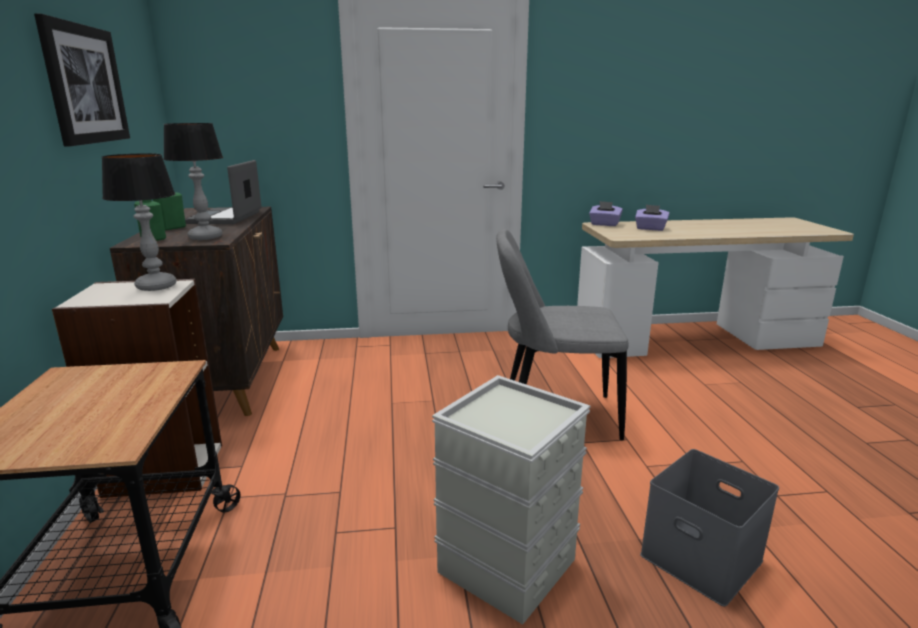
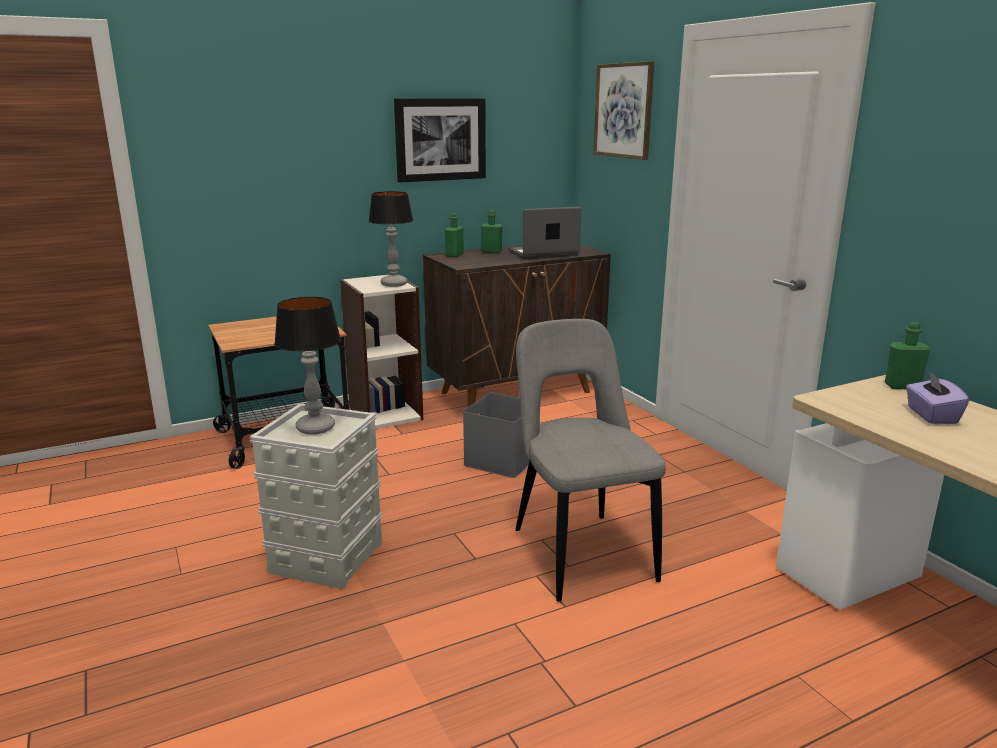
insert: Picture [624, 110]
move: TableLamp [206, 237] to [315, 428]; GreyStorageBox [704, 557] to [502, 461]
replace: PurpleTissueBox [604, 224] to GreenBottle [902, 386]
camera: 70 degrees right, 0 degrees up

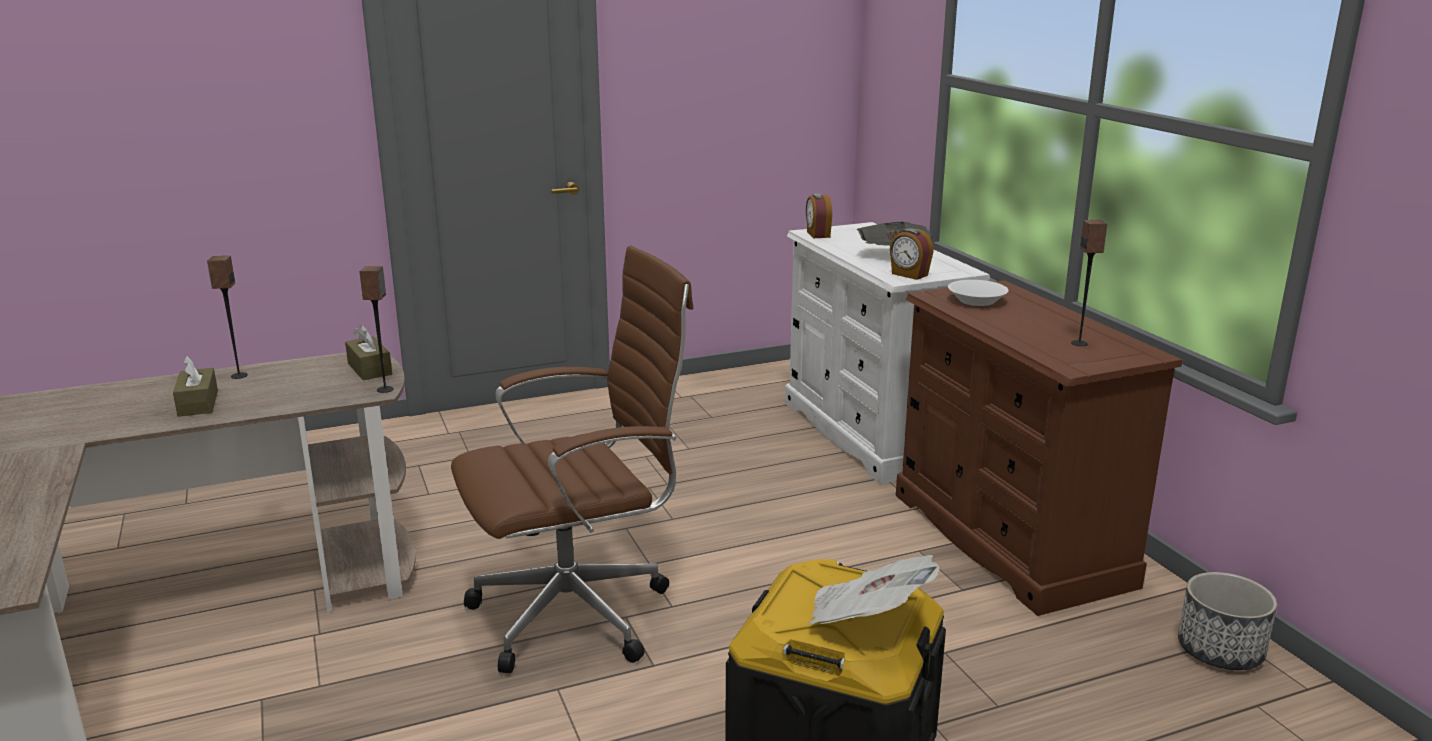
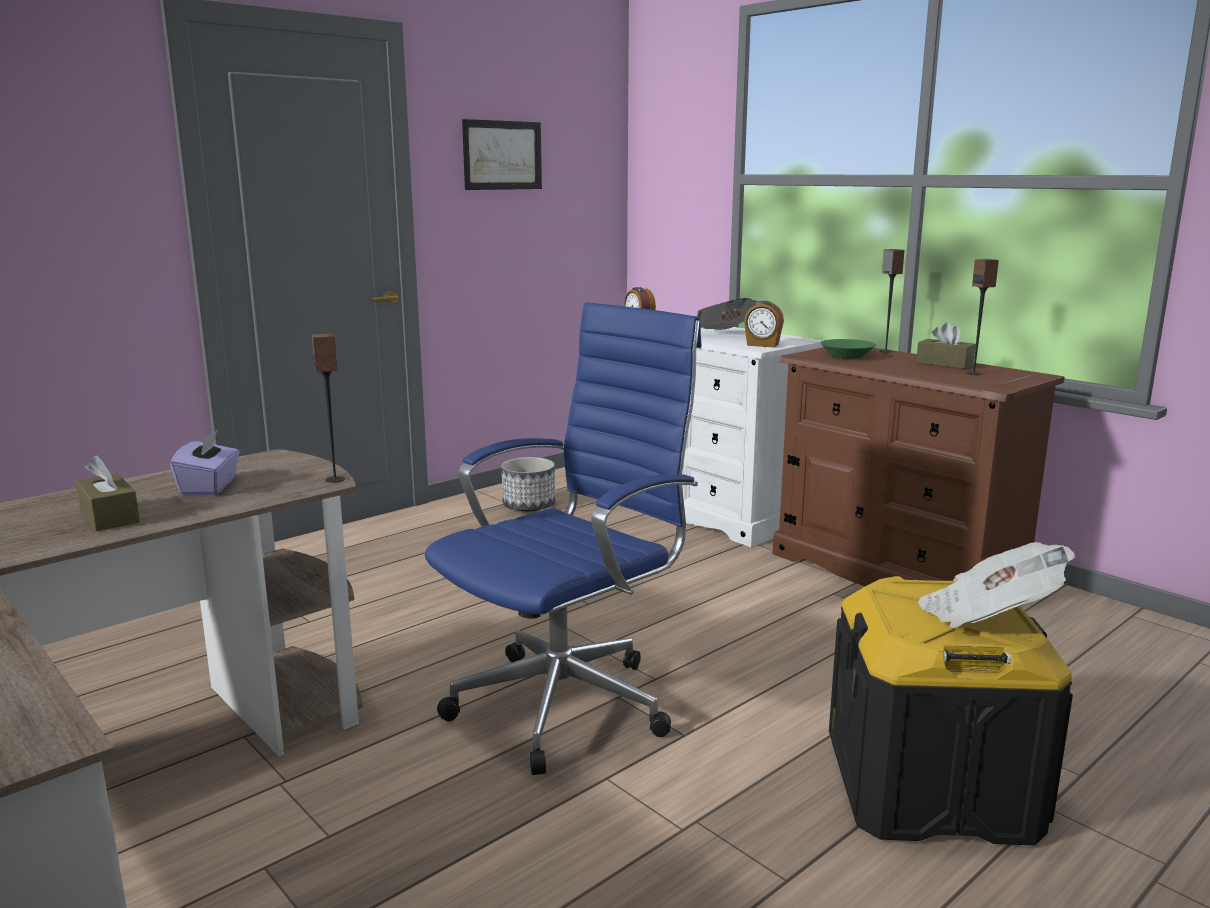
insert: Picture [502, 155]; PurpleTissueBox [210, 487]
move: Speaker [238, 376] to [885, 351]; BrownTissueBox [369, 369] to [944, 364]; Planter [1219, 650] to [529, 505]
recolor: BrownOfficeChair [580, 613] to BlueOfficeChair [569, 702]; WhiteBowl [977, 301] to GreenBowl [847, 356]
camera: 20 degrees left, 5 degrees down

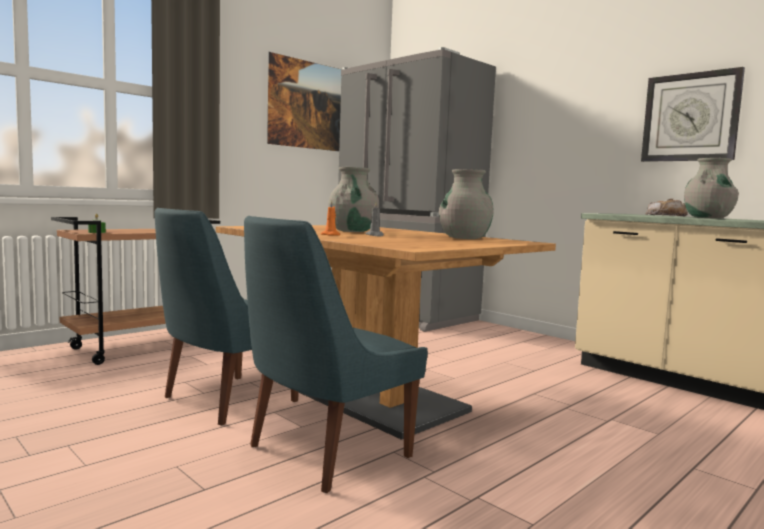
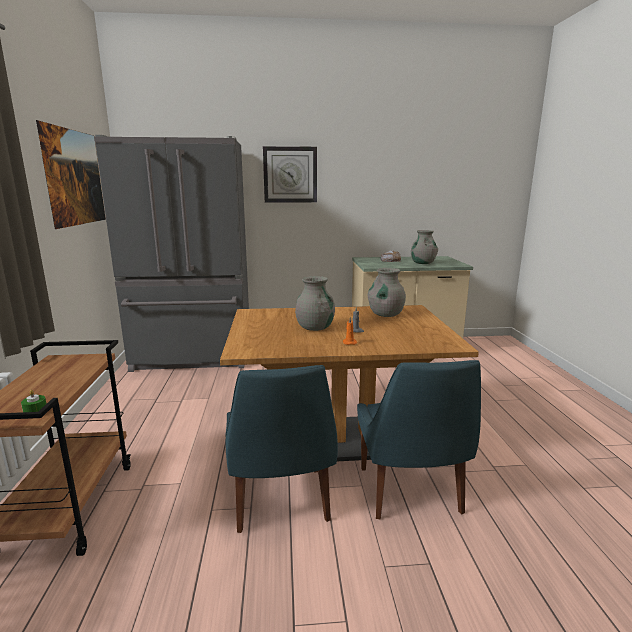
move: WallClock [690, 117] to [290, 175]
camera: 50 degrees left, 10 degrees up

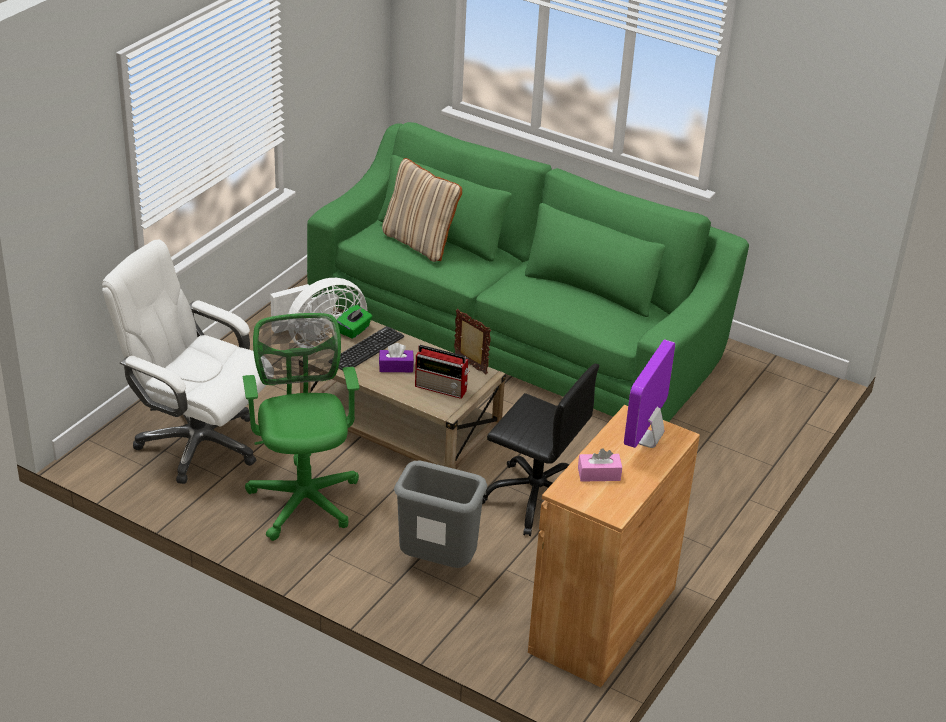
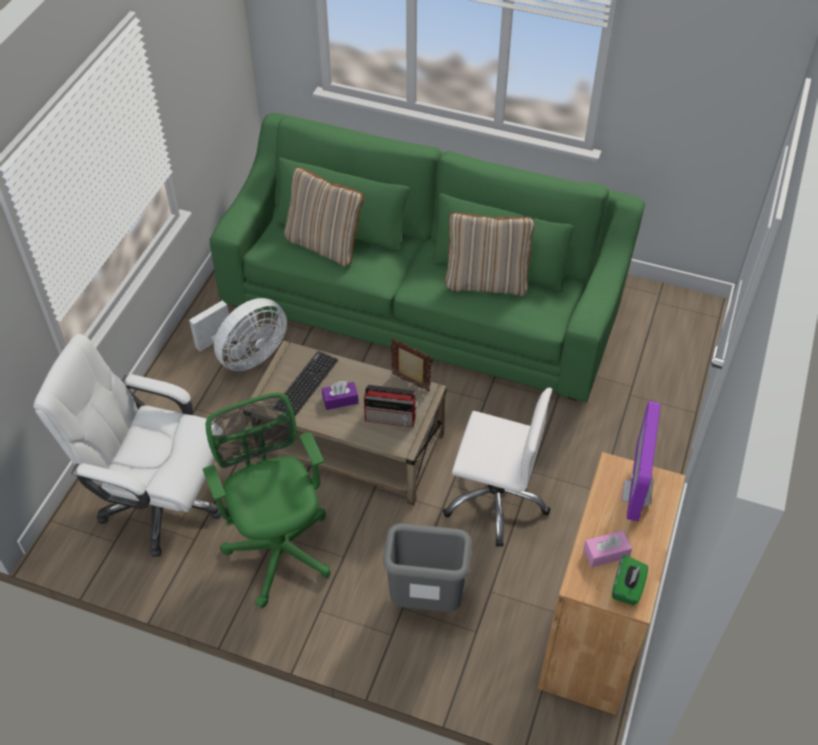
insert: BeigePillow [486, 282]
move: GreenTissueBox [354, 330] to [627, 588]
recolor: BlackOfficeChair [536, 498] to WhiteOfficeChair [495, 499]
camera: 10 degrees left, 15 degrees up

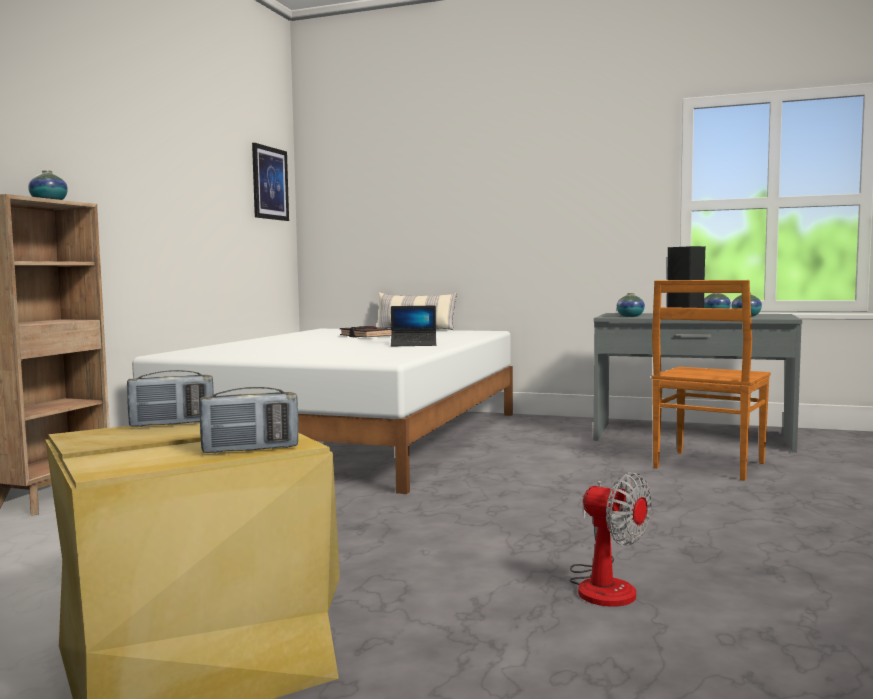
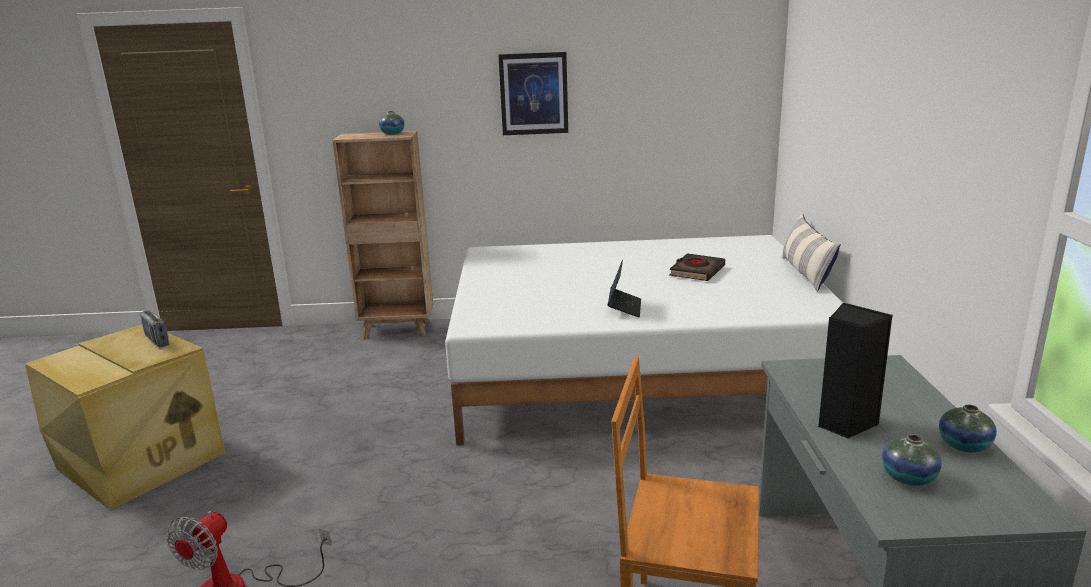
delete: Vase [630, 316]; Radio [250, 449]
move: Picture [269, 183] to [534, 94]
rotate: Laptop [413, 344] = [624, 307] 150 degrees counterclockwise
camera: 70 degrees right, 15 degrees up

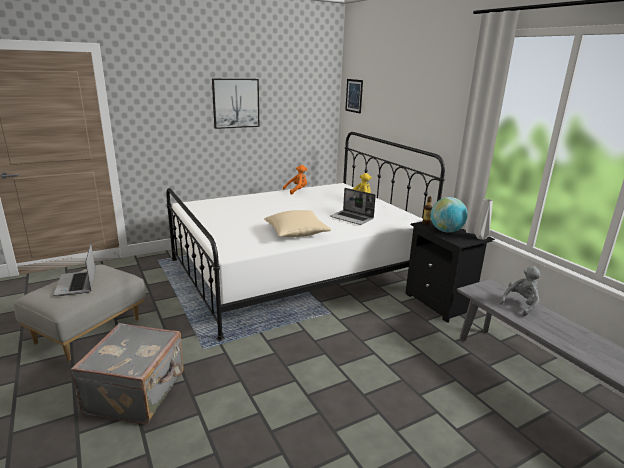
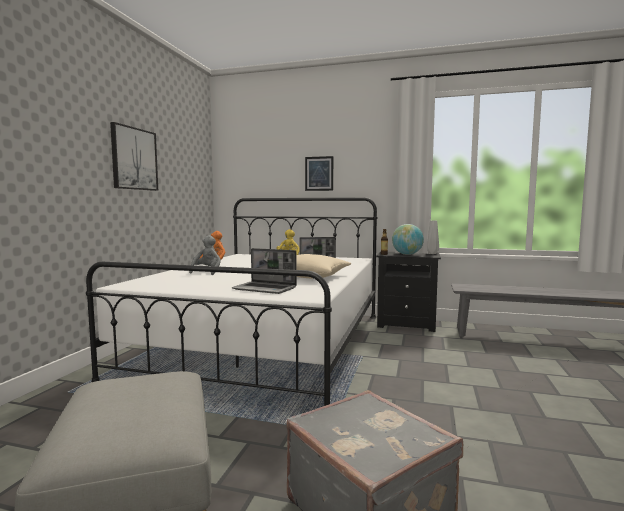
move: Picture [354, 96] to [319, 173]; Laptop [77, 284] to [265, 289]; GreyPlushToy [520, 305] to [207, 272]
camera: 45 degrees left, 15 degrees down

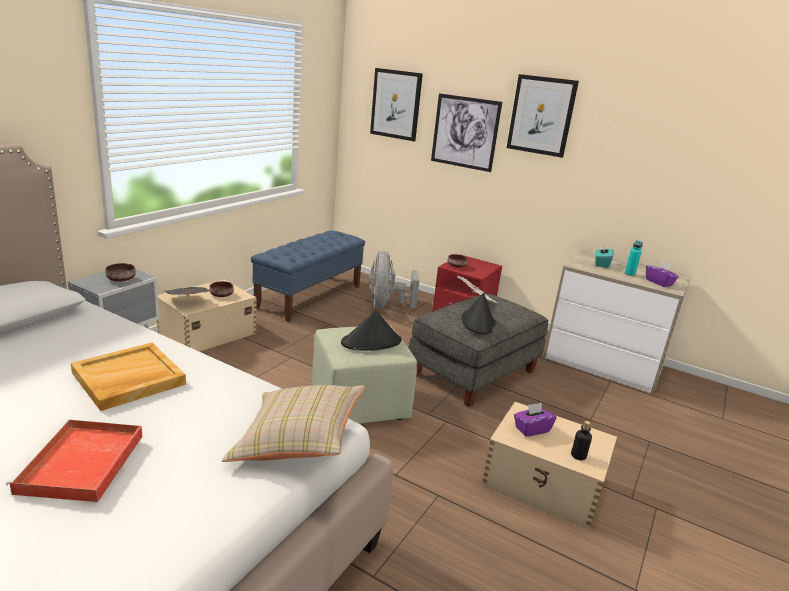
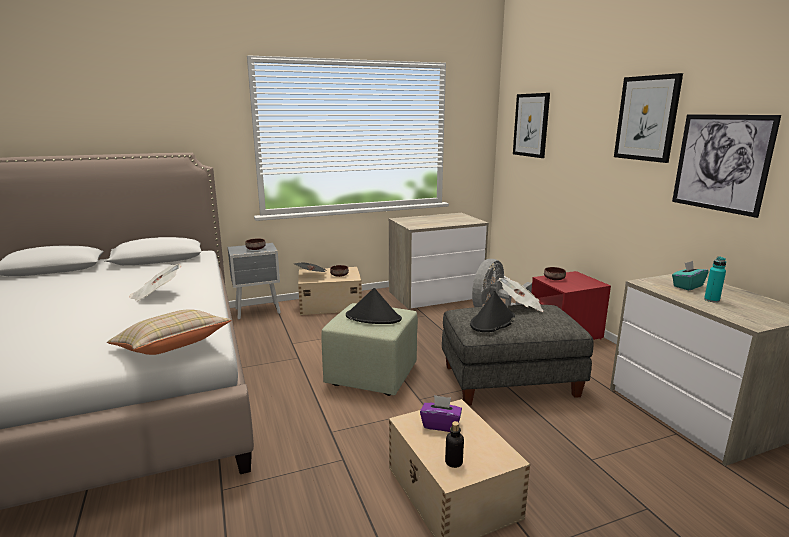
delete: PurpleTissueBox [659, 282]; RedTray [81, 465]
move: Picture [465, 132] to [721, 163]
replace: BlueBench [310, 297] to Dresser [435, 294]; BeigeTray [128, 379] to Newspaper [156, 295]
camera: 40 degrees right, 5 degrees down

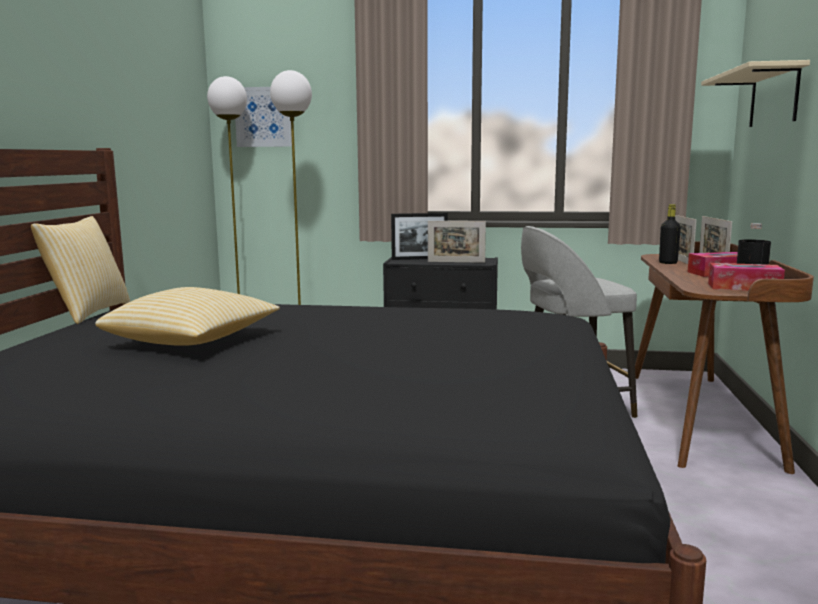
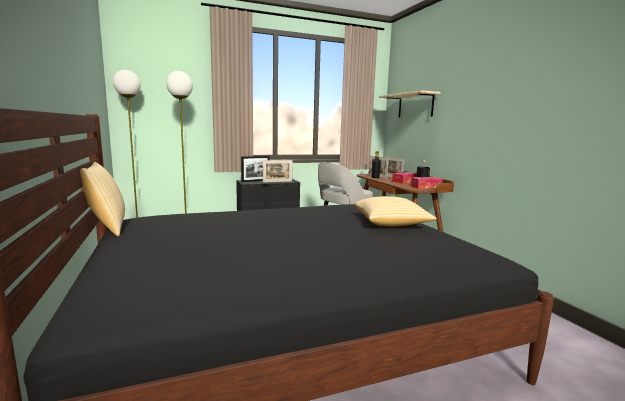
delete: Picture [264, 117]
move: Pillow [192, 341] to [391, 223]
camera: 30 degrees left, 0 degrees up

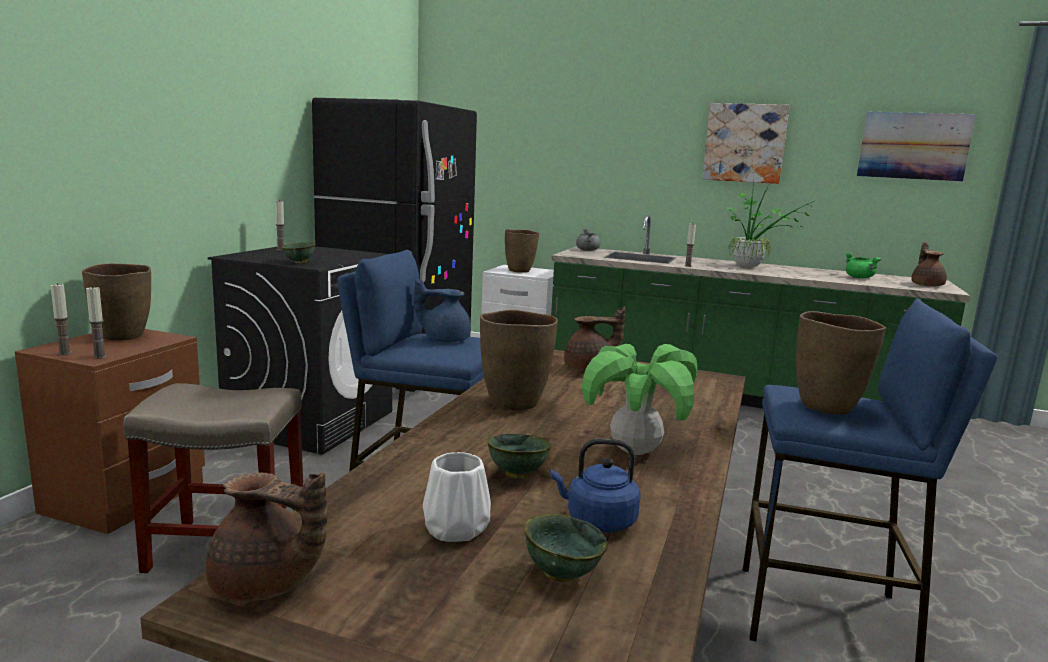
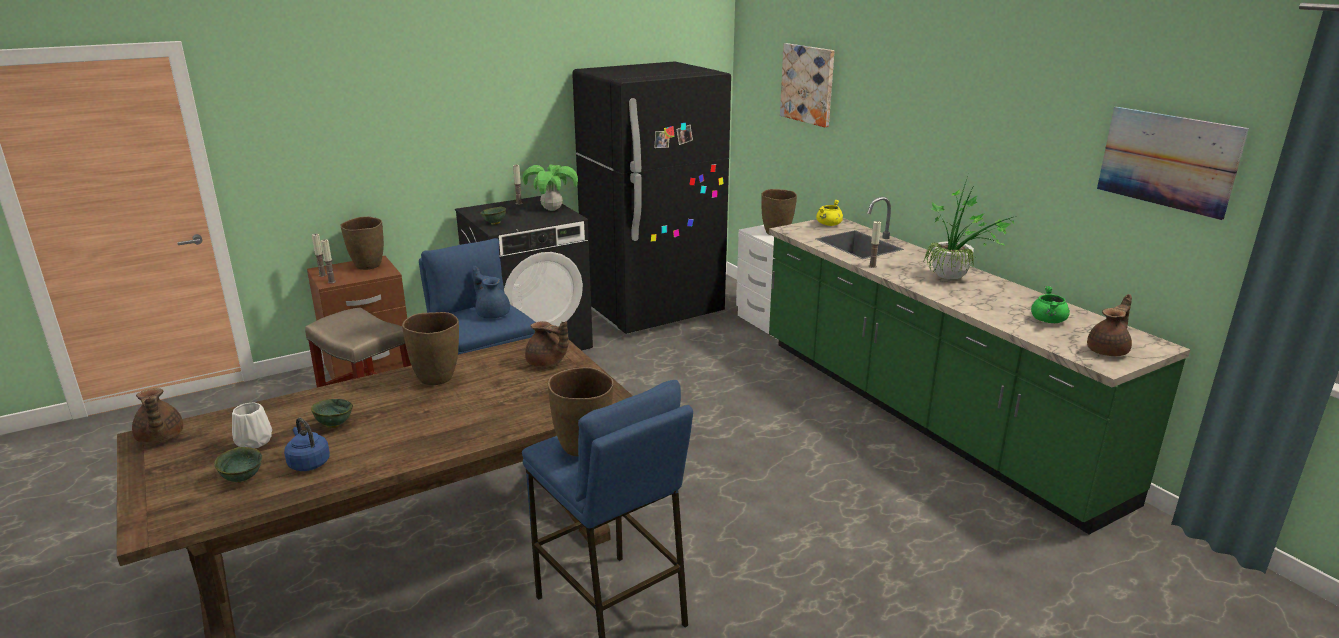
move: Picture [744, 143] to [808, 84]; PottedPlant [634, 451] to [552, 209]
recolor: GreyCookingPot [587, 250] to YellowCookingPot [829, 224]
camera: 40 degrees right, 10 degrees up

